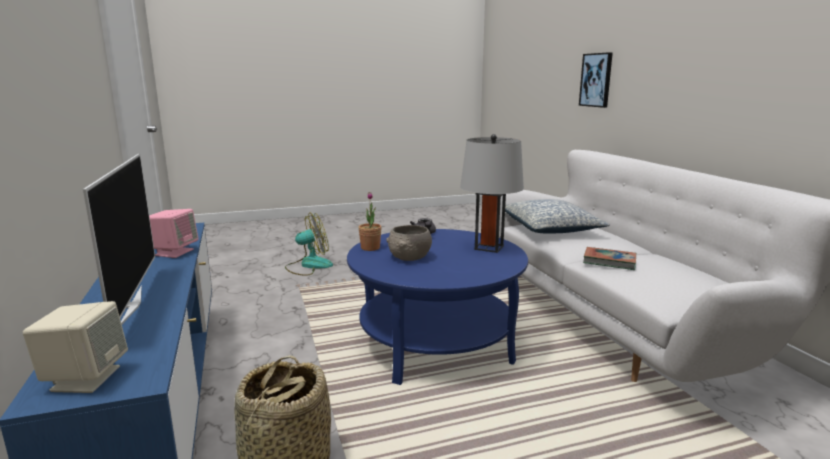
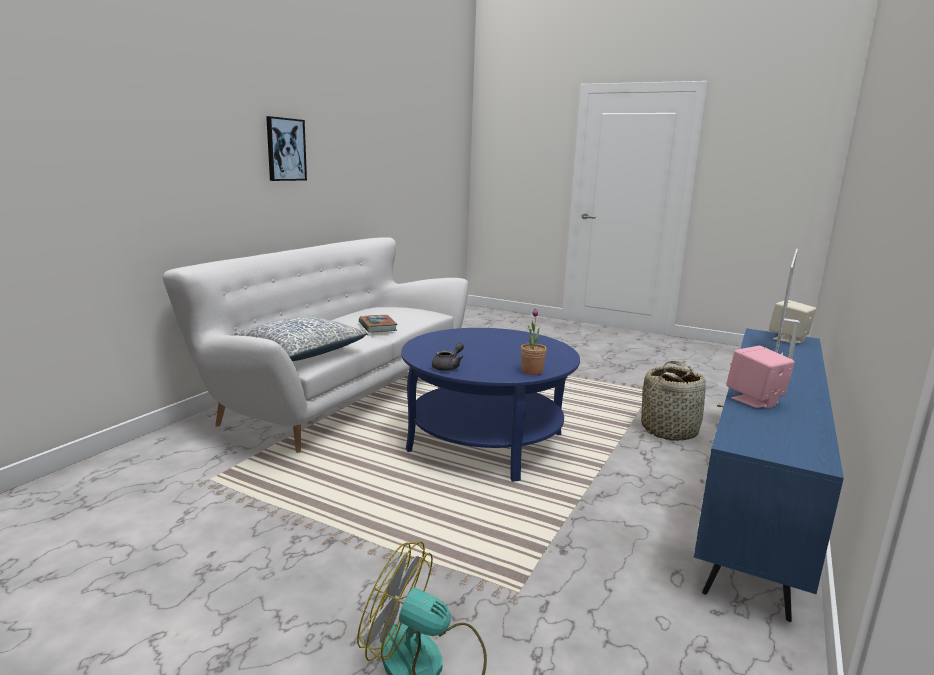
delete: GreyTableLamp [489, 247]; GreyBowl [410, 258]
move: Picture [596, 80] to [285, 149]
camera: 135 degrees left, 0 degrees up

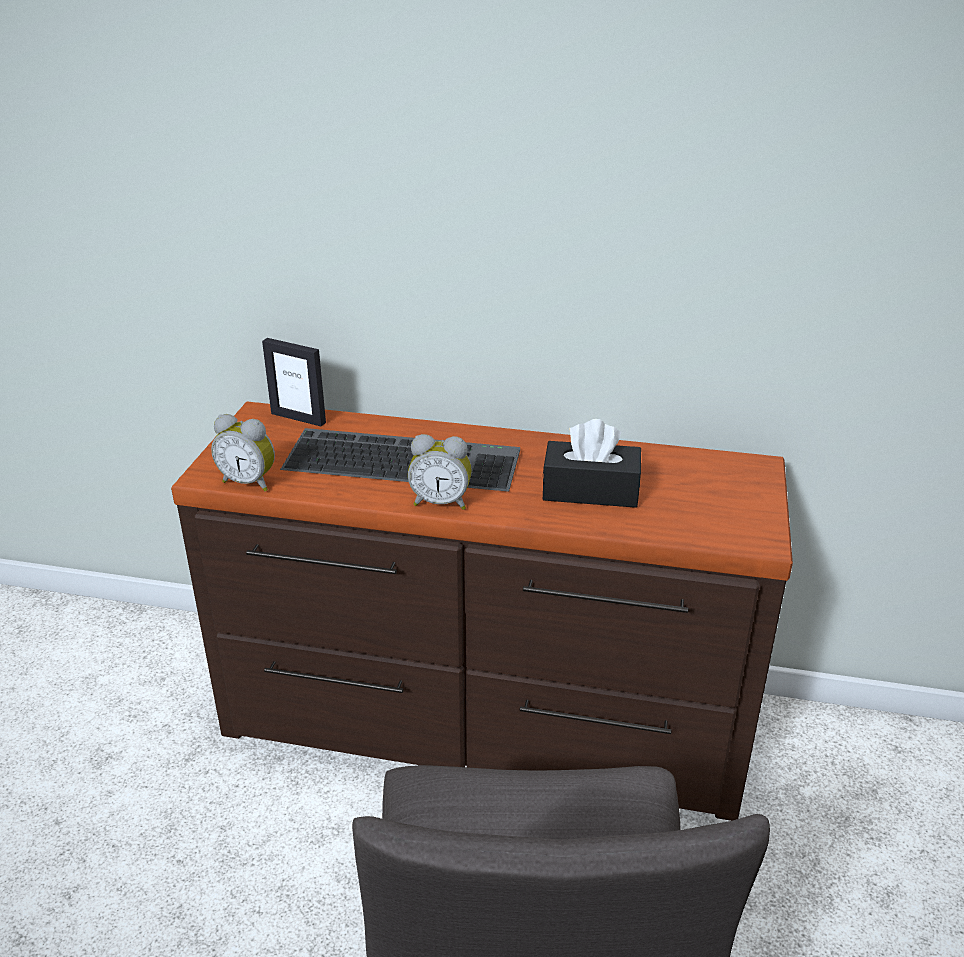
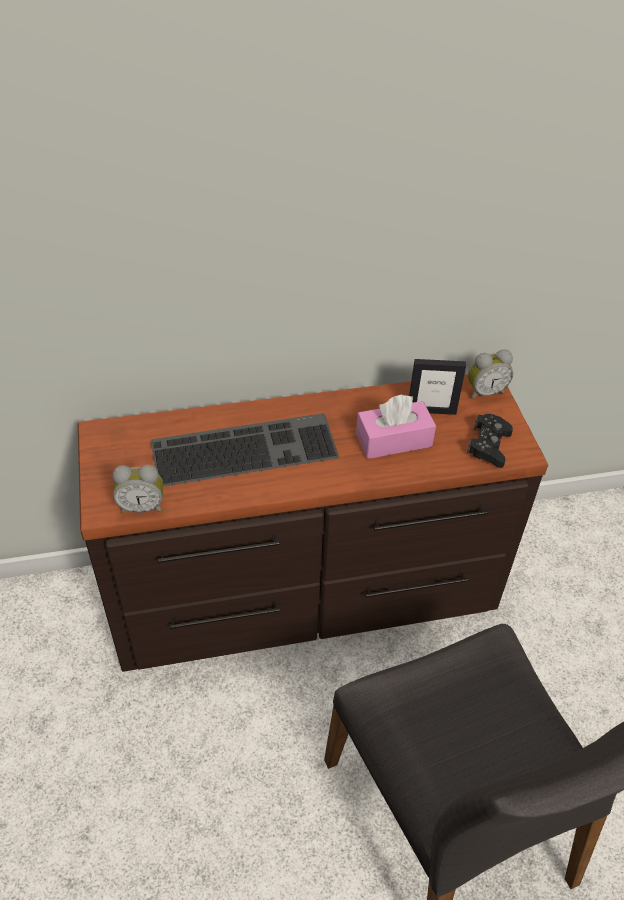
insert: BlackGameController [488, 445]
move: PictureFrame [298, 418] to [431, 410]; AlarmClock [441, 502] to [484, 392]
recolor: BlackTissueBox [590, 491] to PinkTissueBox [393, 440]
camera: 25 degrees left, 15 degrees up

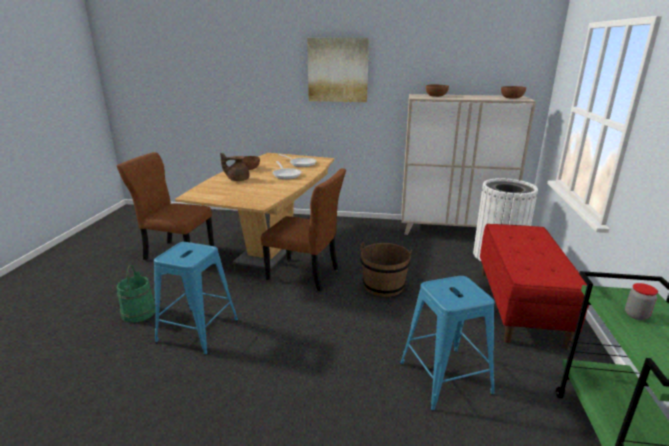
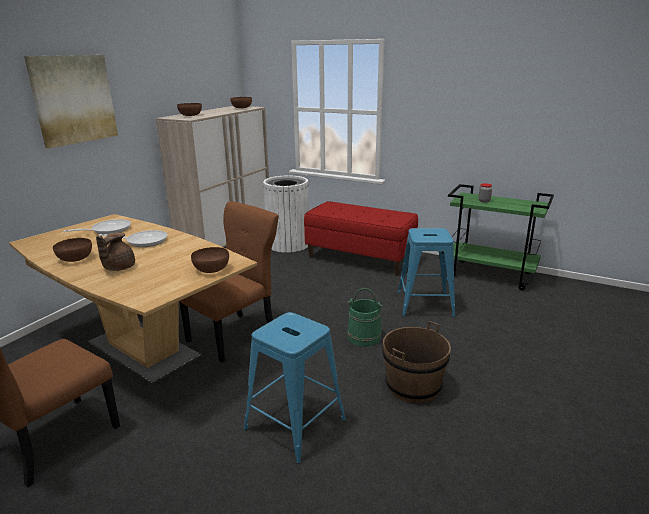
insert: BrownBowl [211, 269]
move: BrownBucket [383, 286] to [413, 386]; GreenBucket [138, 312] to [364, 337]
camera: 70 degrees left, 0 degrees up

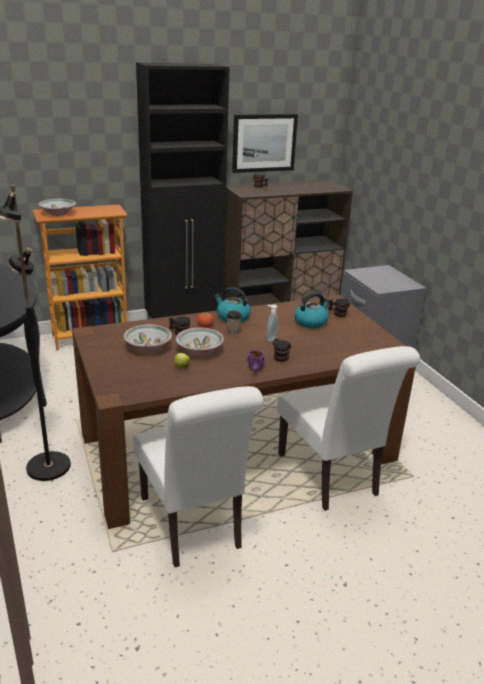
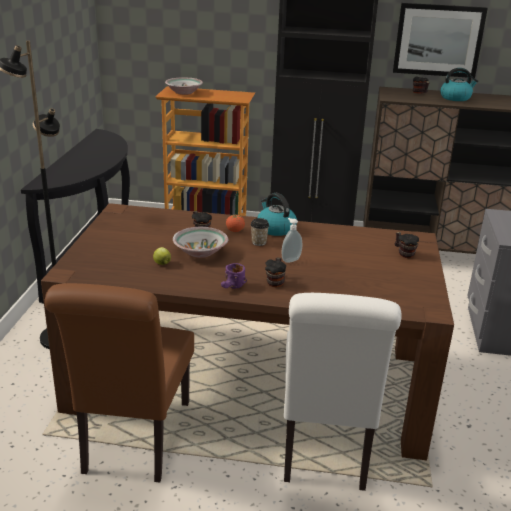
delete: Bowl [148, 346]
move: Kettle [311, 322] to [455, 98]
recolor: WhiteChair [193, 527] to BrownChair [134, 442]
camera: 30 degrees right, 0 degrees up

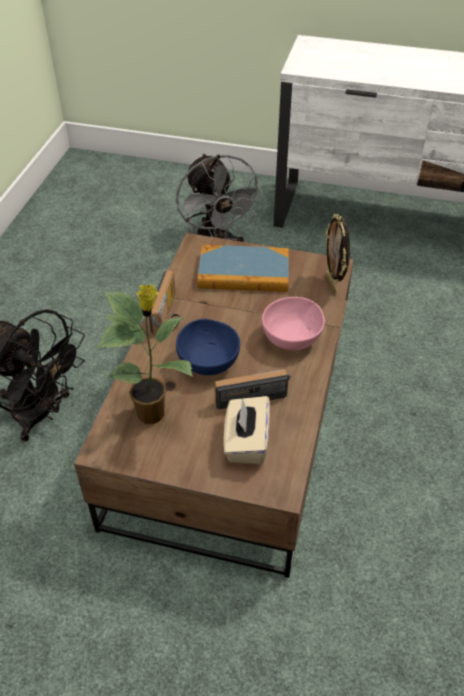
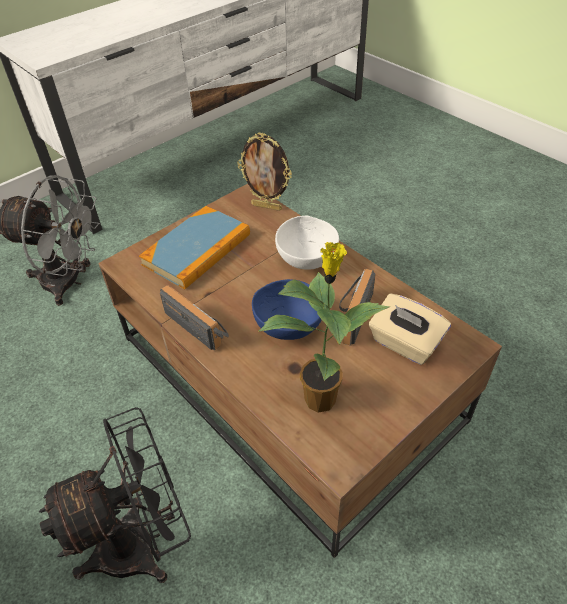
recolor: PinkBowl [293, 338] to WhiteBowl [307, 257]
camera: 55 degrees left, 0 degrees up

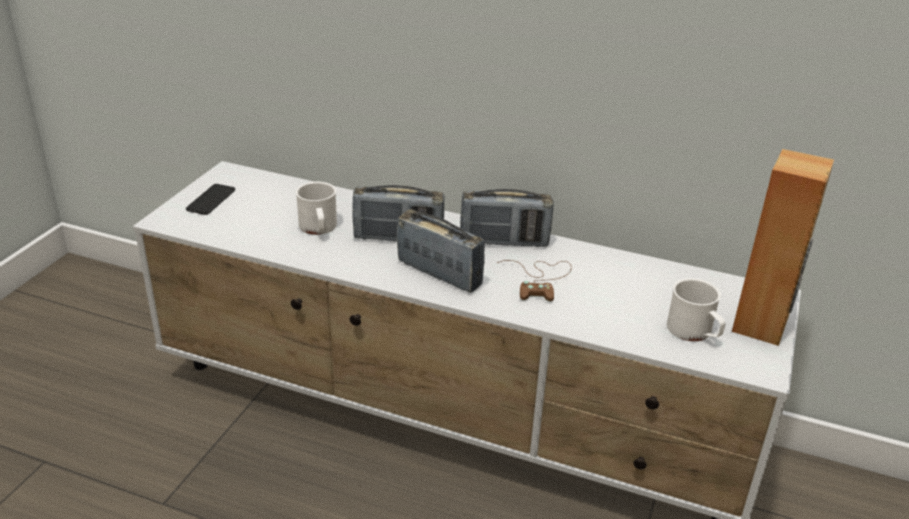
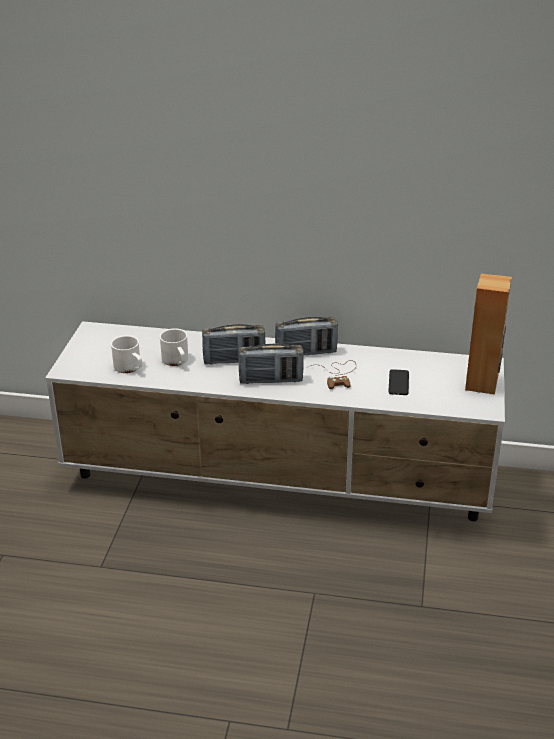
move: Phone [211, 200] to [398, 383]; WhiteMug [694, 332] to [130, 368]
rotate: Radio [439, 274] = [271, 380] 150 degrees clockwise
camera: 10 degrees left, 0 degrees up

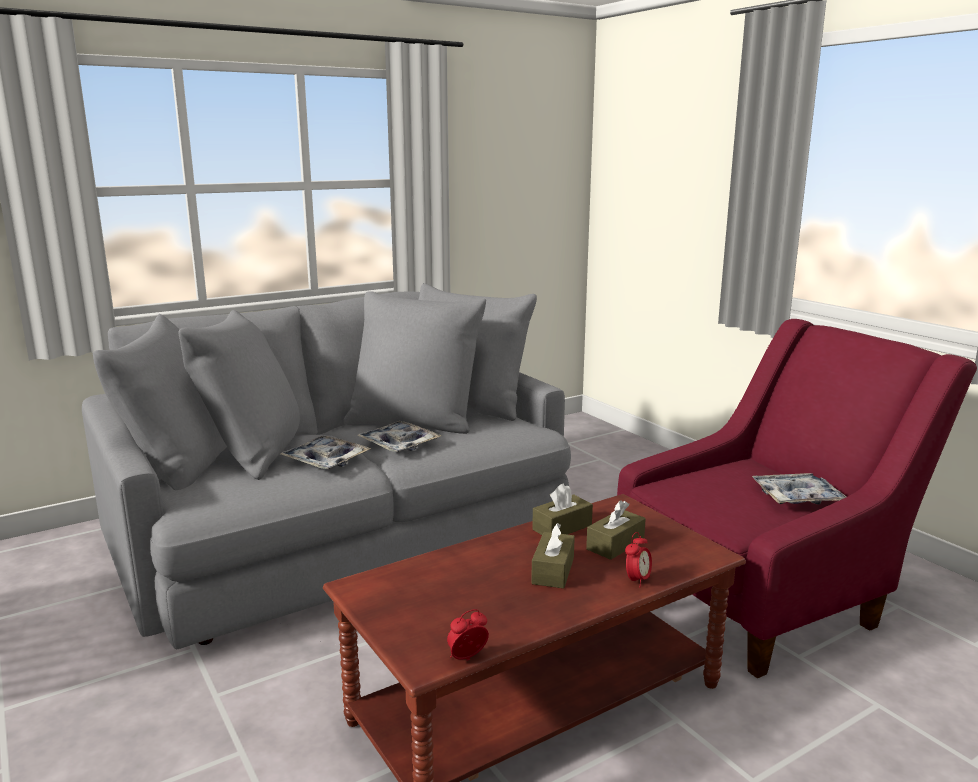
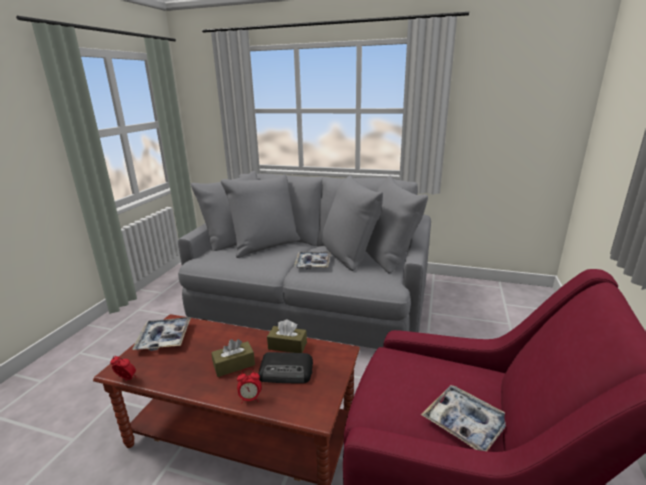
move: Tray [325, 460] to [164, 338]
replace: BrownTissueBox [615, 544] to Radio [287, 372]
camera: 50 degrees right, 5 degrees up

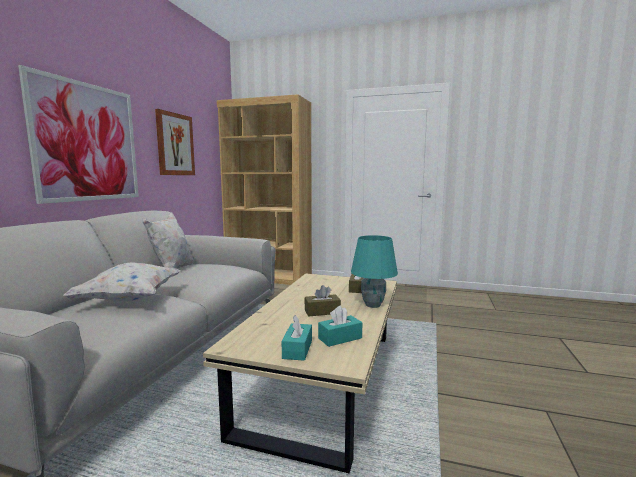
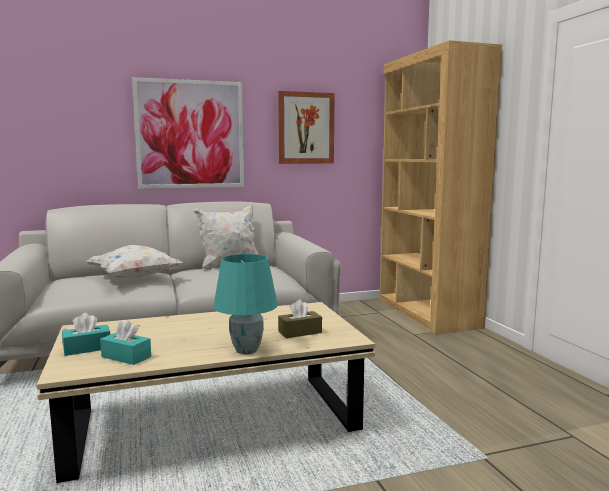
delete: BrownTissueBox [322, 312]
camera: 55 degrees right, 0 degrees up

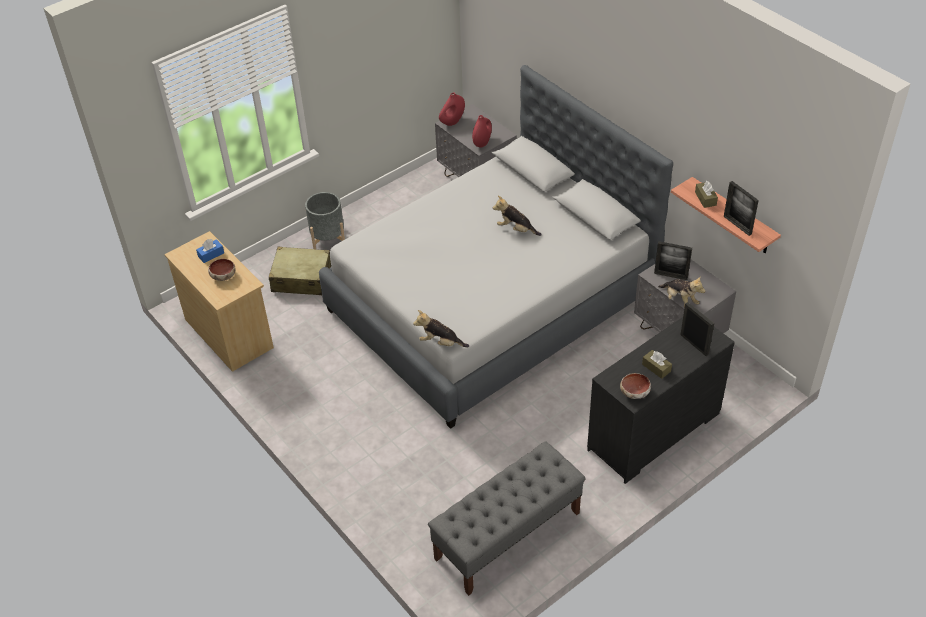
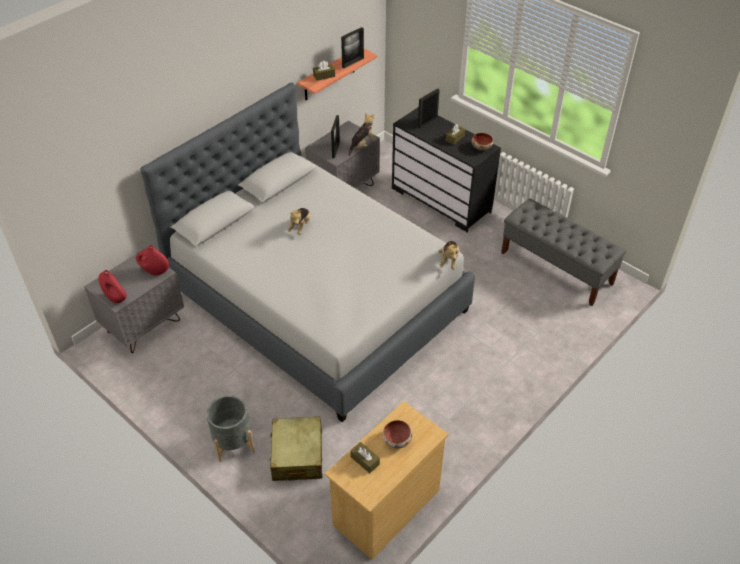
recolor: BlueTissueBox [211, 254] to BrownTissueBox [365, 460]
camera: 100 degrees left, 0 degrees up

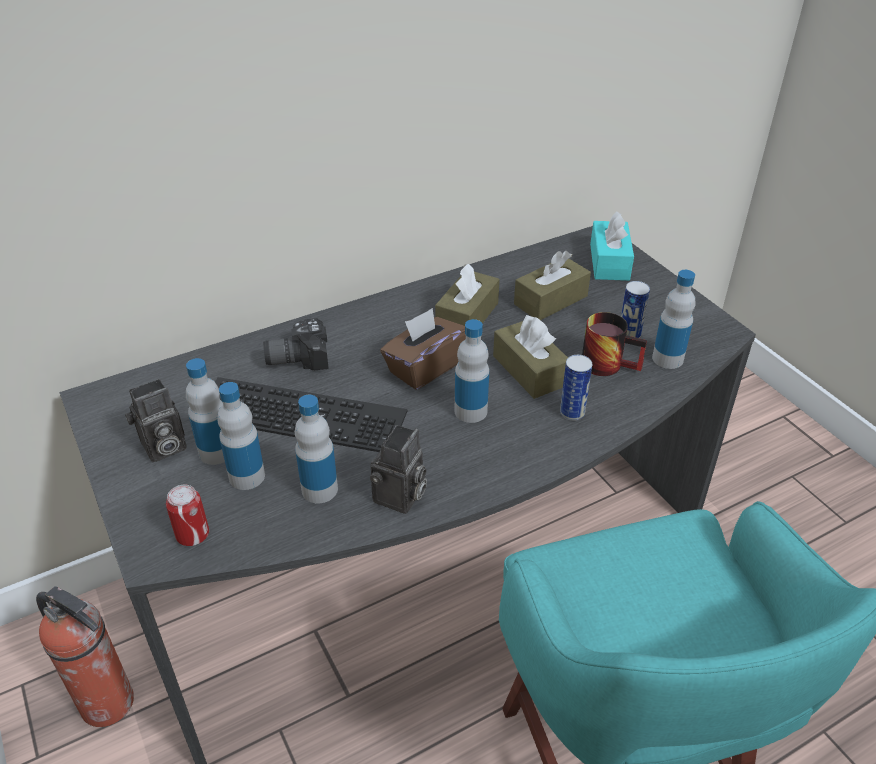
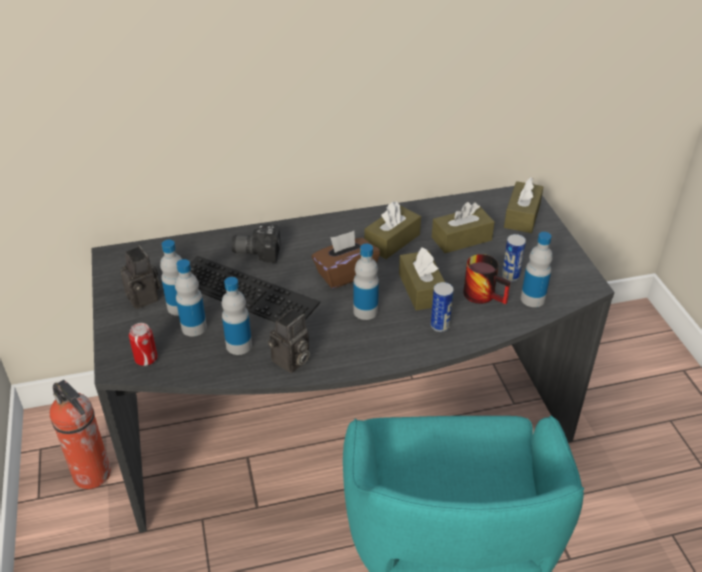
recolor: TurquoiseTissueBox [609, 262] to BrownTissueBox [522, 216]
rotate: PhotoCamera [162, 448] = [145, 298] 105 degrees counterclockwise
camera: 15 degrees right, 0 degrees up

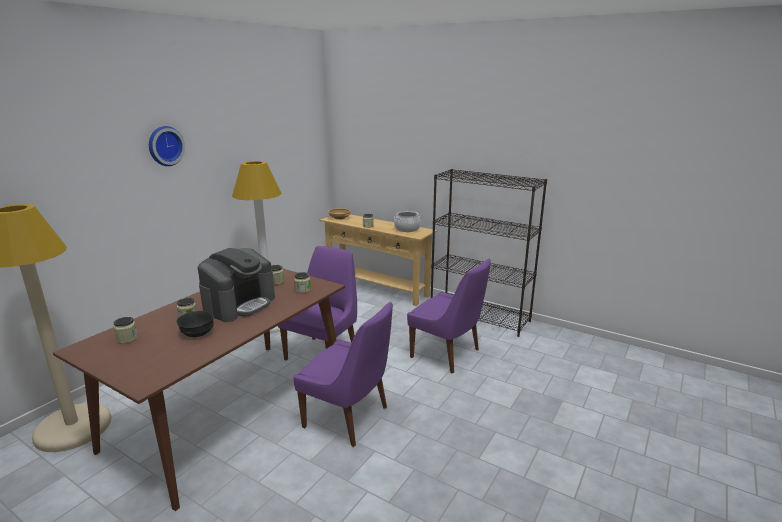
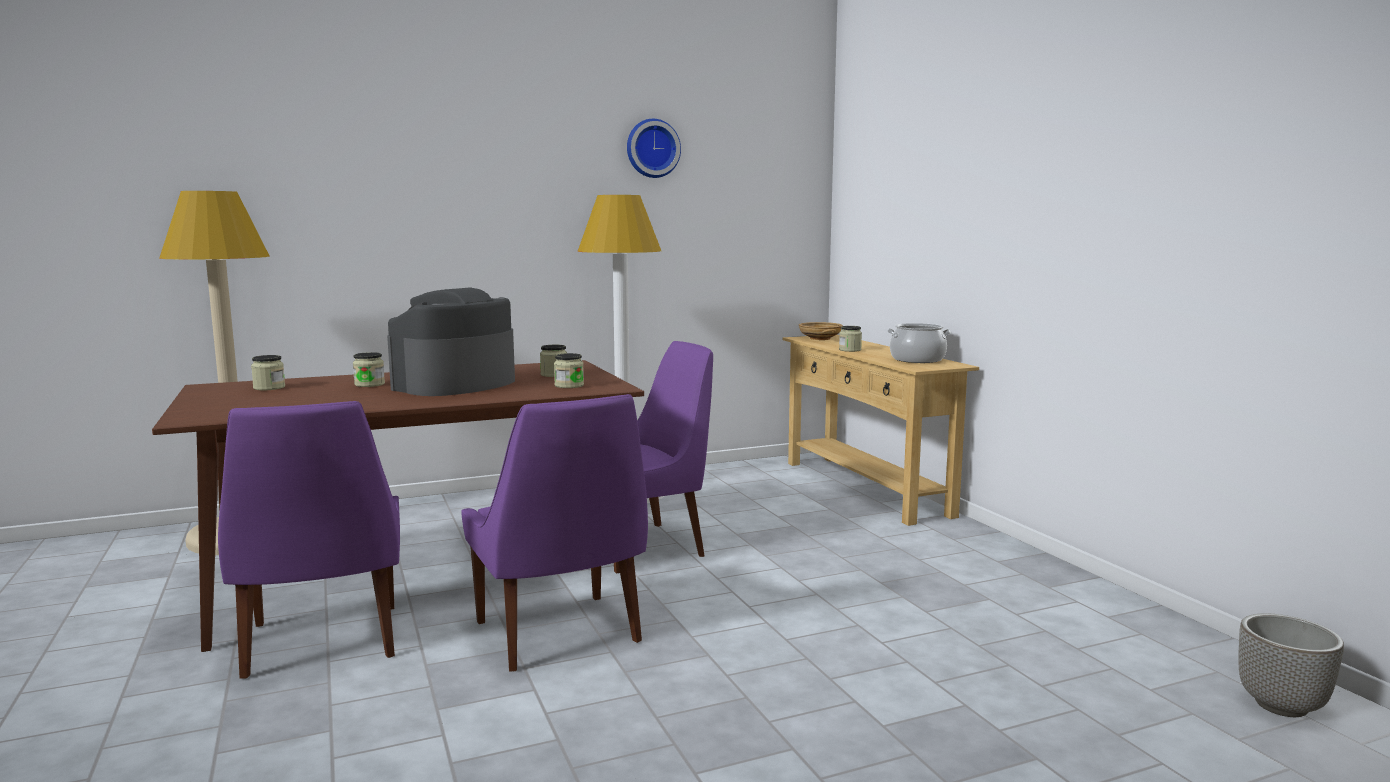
delete: BlackBookcase [480, 316]; BlackBowl [198, 333]
insert: Planter [1282, 706]
move: WallClock [165, 146] to [652, 148]; PurpleChair [447, 354] to [322, 644]
rotate: CoffeeMachine [239, 304] = [455, 384] 150 degrees clockwise
camera: 35 degrees right, 10 degrees down

